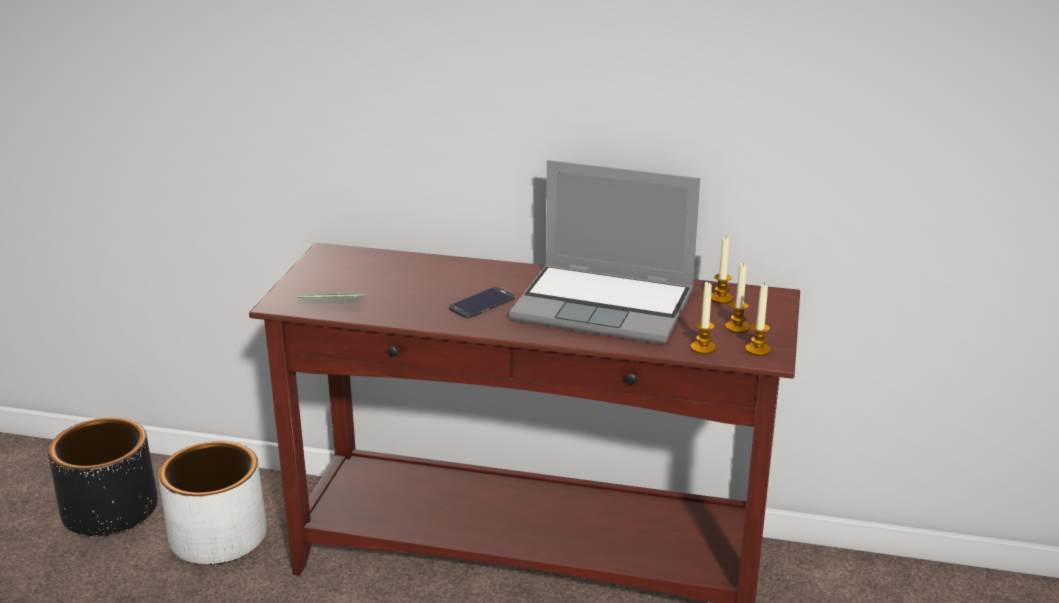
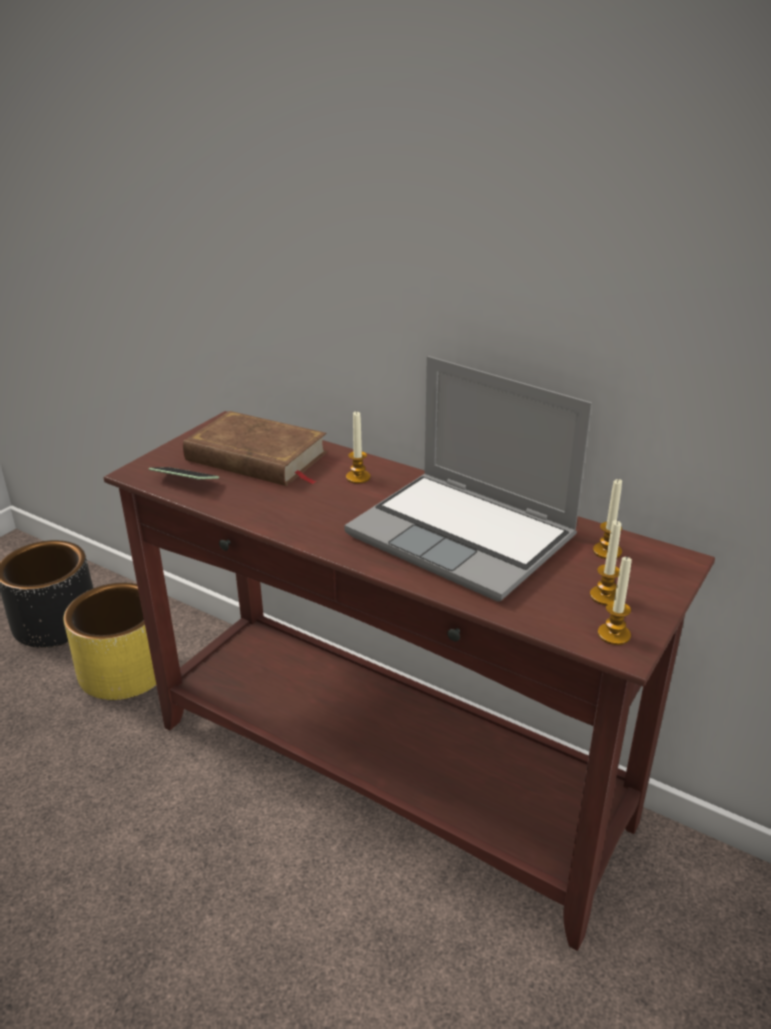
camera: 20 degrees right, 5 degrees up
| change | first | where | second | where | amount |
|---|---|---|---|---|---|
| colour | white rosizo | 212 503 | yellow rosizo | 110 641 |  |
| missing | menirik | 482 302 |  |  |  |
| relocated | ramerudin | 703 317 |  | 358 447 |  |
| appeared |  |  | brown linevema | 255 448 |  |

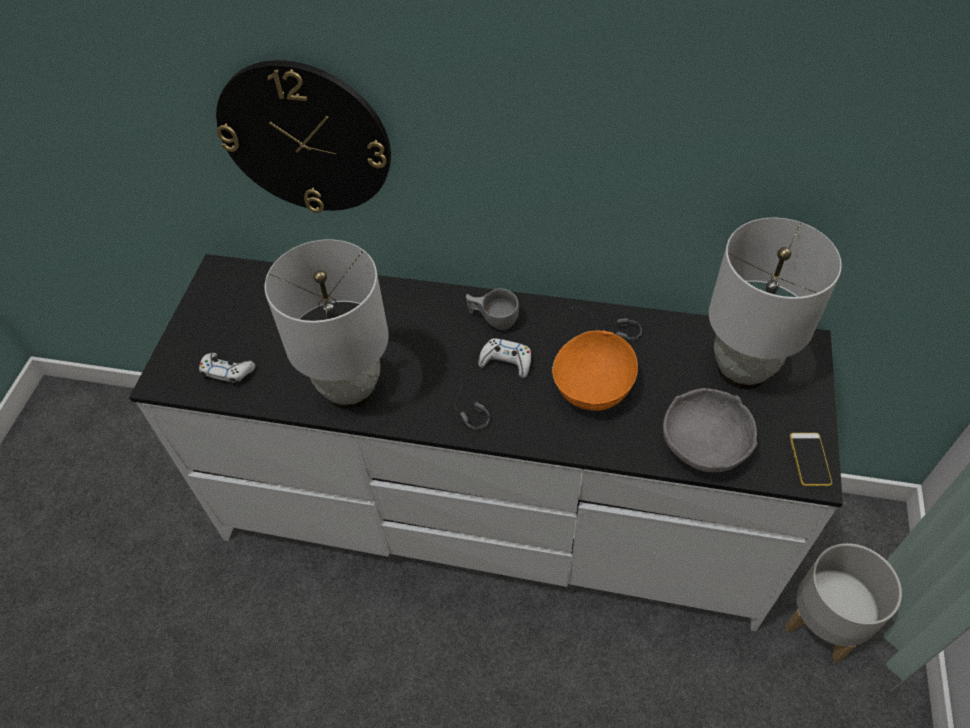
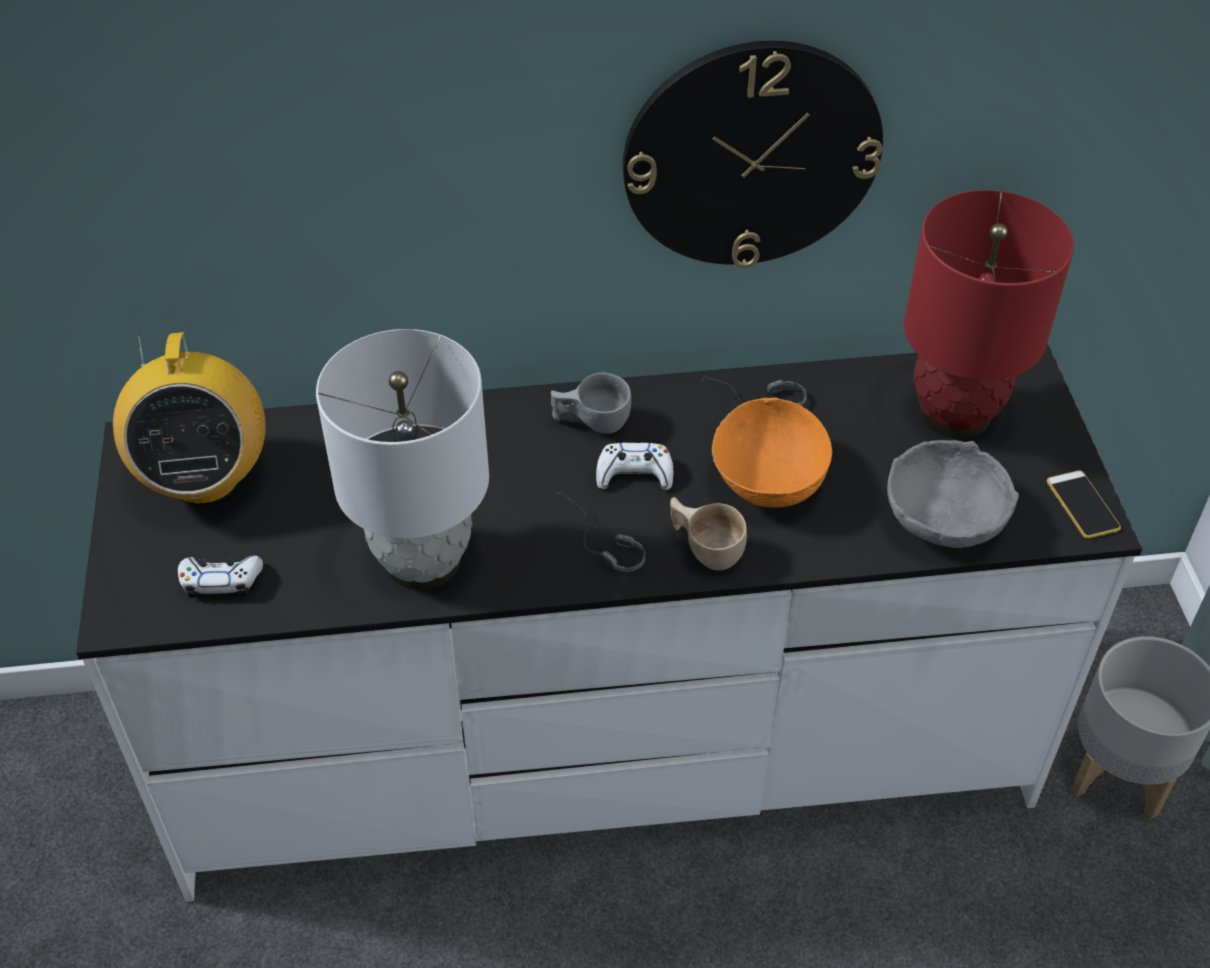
camera: 20 degrees left, 5 degrees down
| change | first | where | second | where | amount |
|---|---|---|---|---|---|
| relocated | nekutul | 303 136 |  | 753 154 |  |
| colour | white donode | 775 303 | red donode | 989 314 |  |
| appeared |  |  | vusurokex | 189 418 |  |
| appeared |  |  | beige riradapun | 708 534 |  |

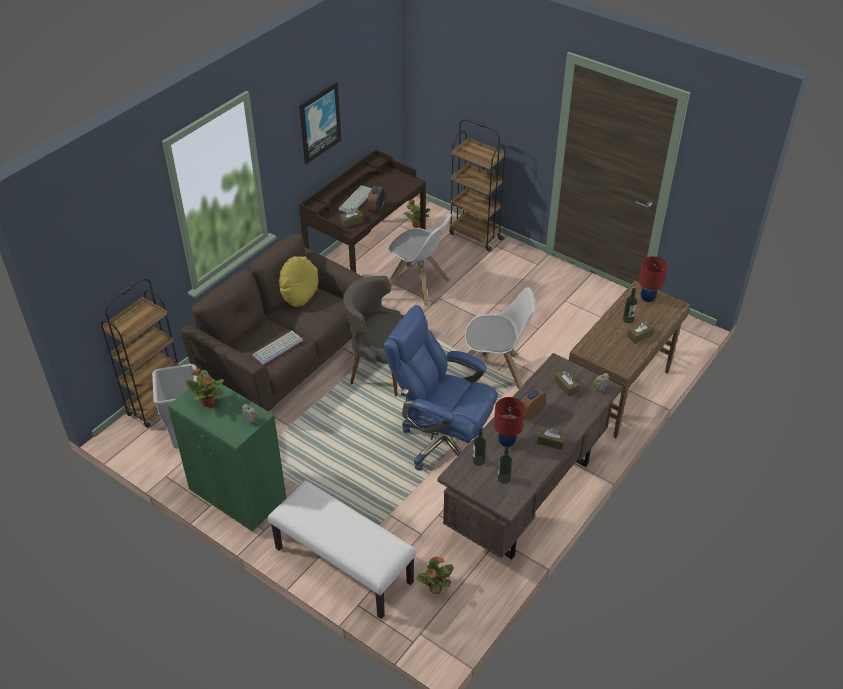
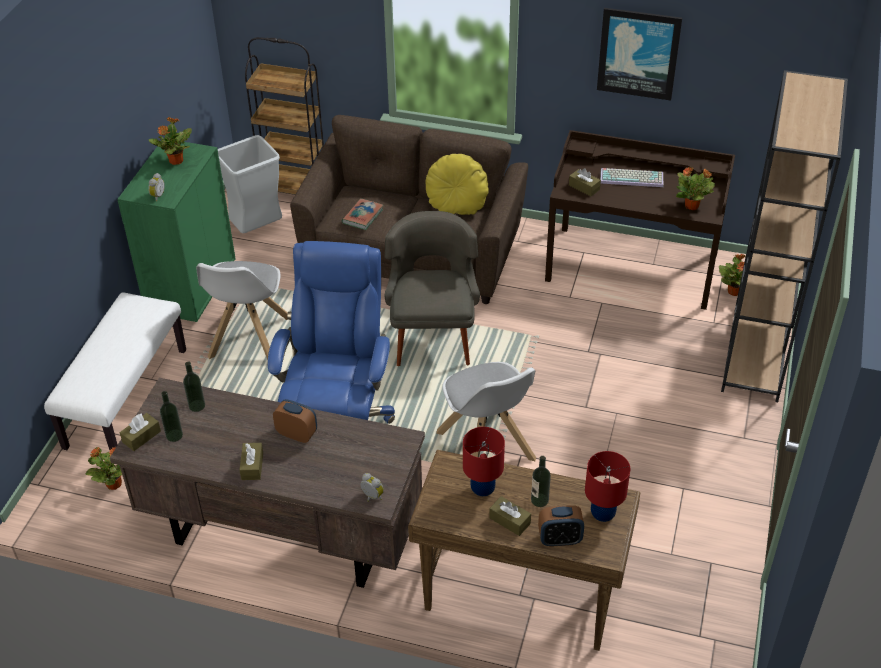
camera: 70 degrees right, 0 degrees up
| change | first | where | second | where | amount |
|---|---|---|---|---|---|
| exchanged | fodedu | 277 348 | linevema | 362 214 |  |
| relocated | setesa | 376 199 |  | 561 526 |  |
| relocated | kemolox | 420 259 |  | 242 310 |  |
| exchanged | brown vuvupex | 477 185 | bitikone | 784 236 |  |
| relocated | red donode | 509 422 |  | 484 461 |  |
| relocated | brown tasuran | 567 383 |  | 140 432 |  |
| appeared |  |  | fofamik | 695 188 |  |

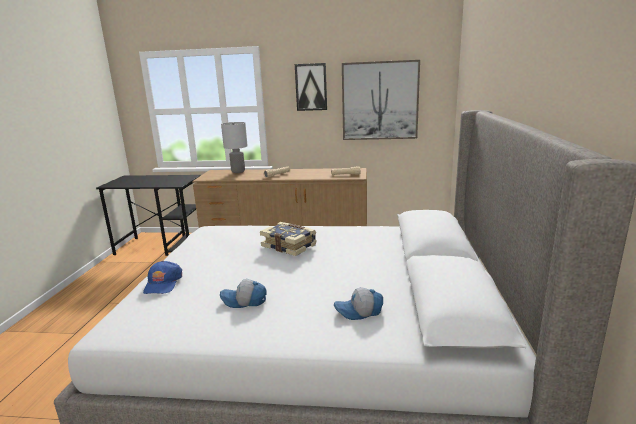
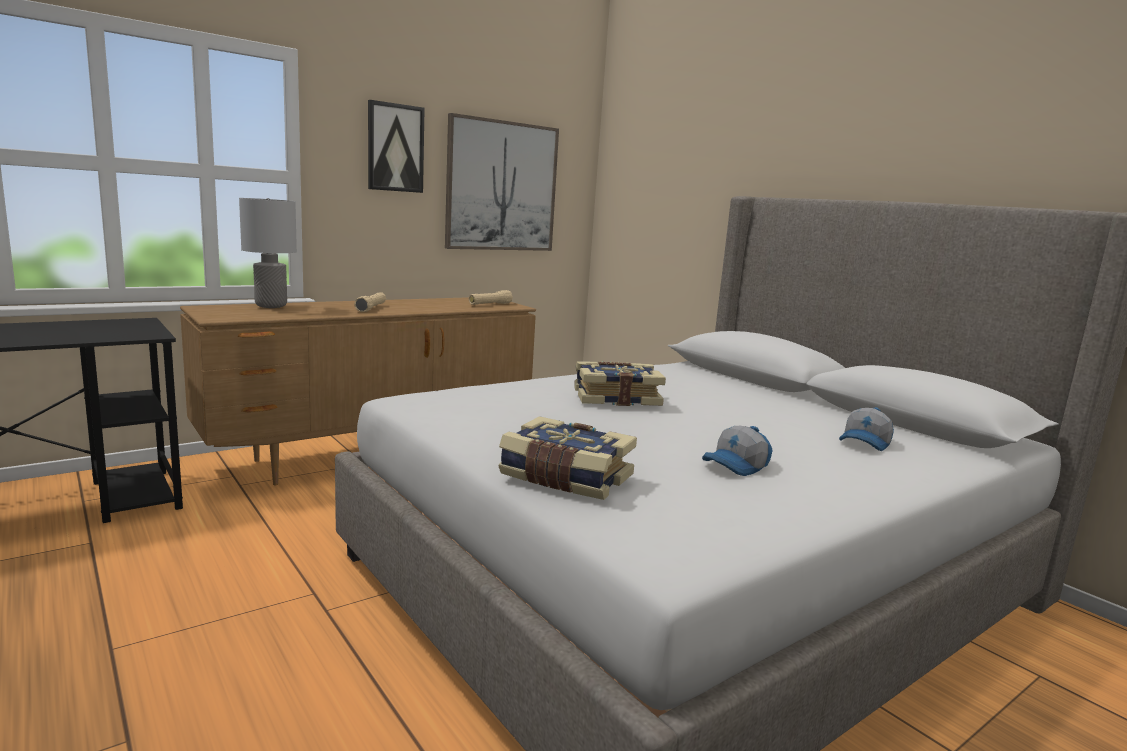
camera: 45 degrees left, 5 degrees down
| change | first | where | second | where | amount |
|---|---|---|---|---|---|
| exchanged | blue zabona | 162 277 | linevema | 567 458 |  |

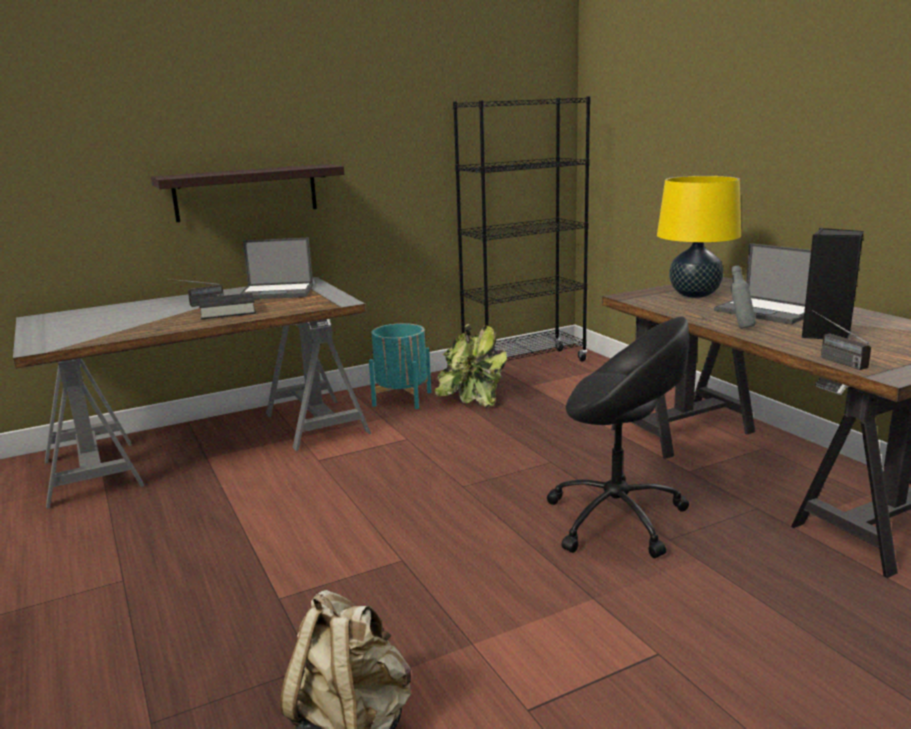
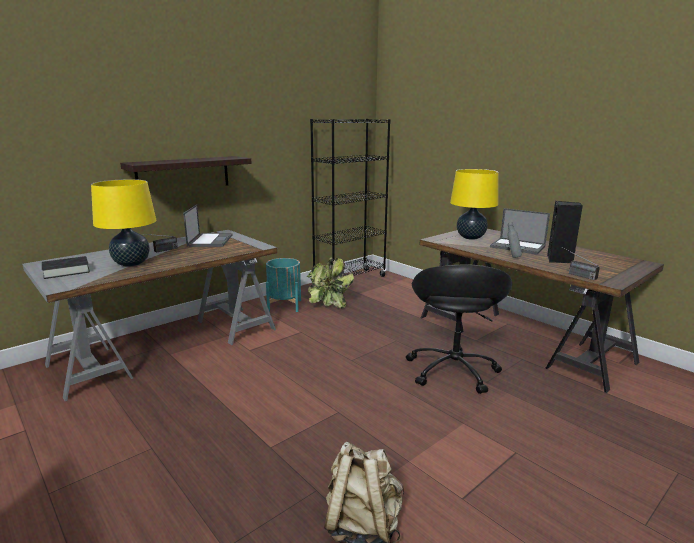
camera: 15 degrees left, 0 degrees up
| change | first | where | second | where | amount |
|---|---|---|---|---|---|
| relocated | black linevema | 227 306 |  | 66 267 |  |
| spun | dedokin | 276 268 |  | 207 225 | 75 degrees counterclockwise |
| spun | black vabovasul | 618 437 |  | 459 329 | 90 degrees clockwise |
| appeared |  |  | yellow donode | 123 223 |  |

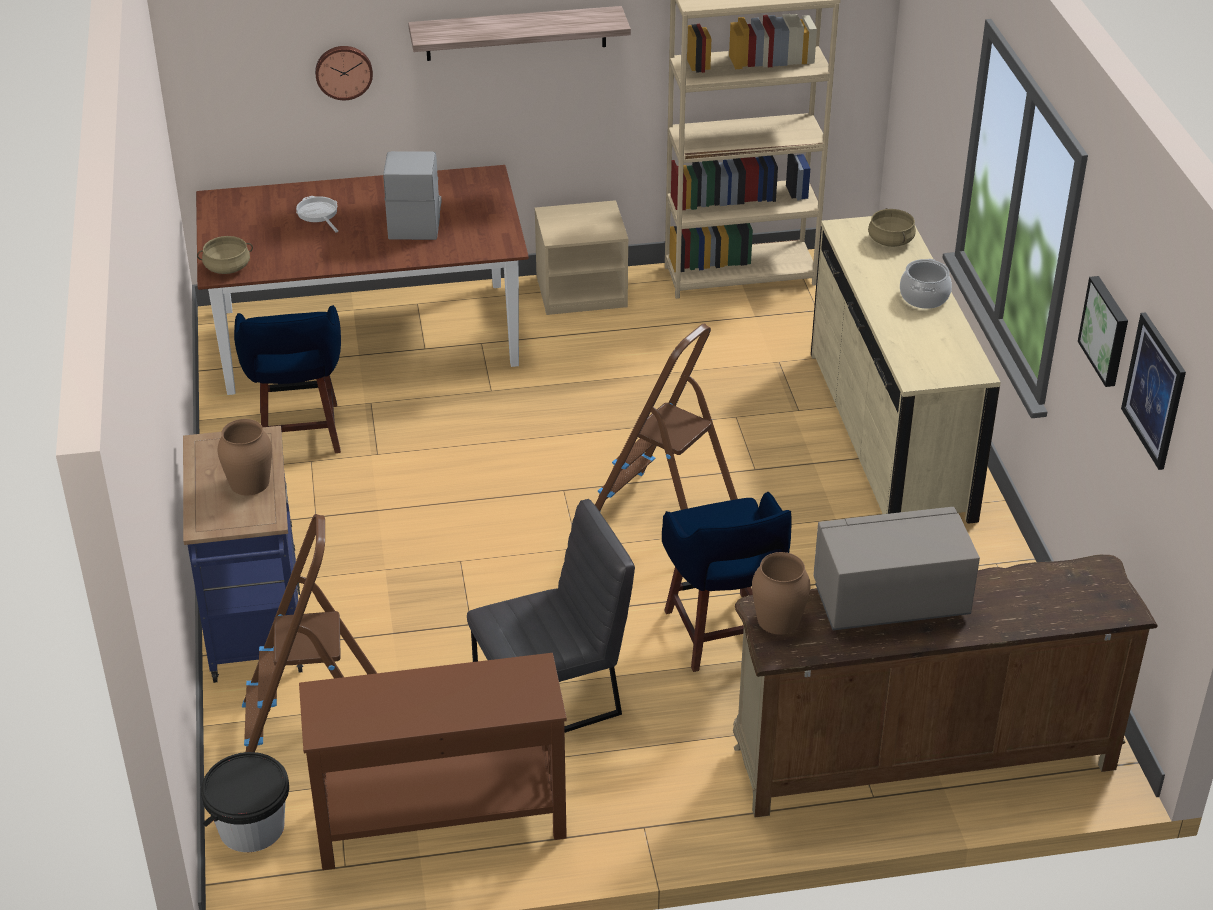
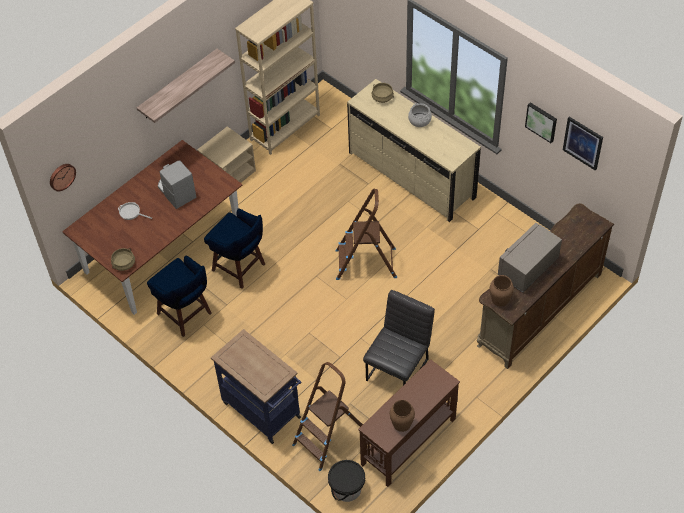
camera: 35 degrees left, 15 degrees up
| change | first | where | second | where | amount |
|---|---|---|---|---|---|
| relocated | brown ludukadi | 245 457 |  | 402 416 |  |
| relocated | nekutul | 344 73 |  | 63 177 |  |
| relocated | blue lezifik | 726 582 |  | 234 248 |  |

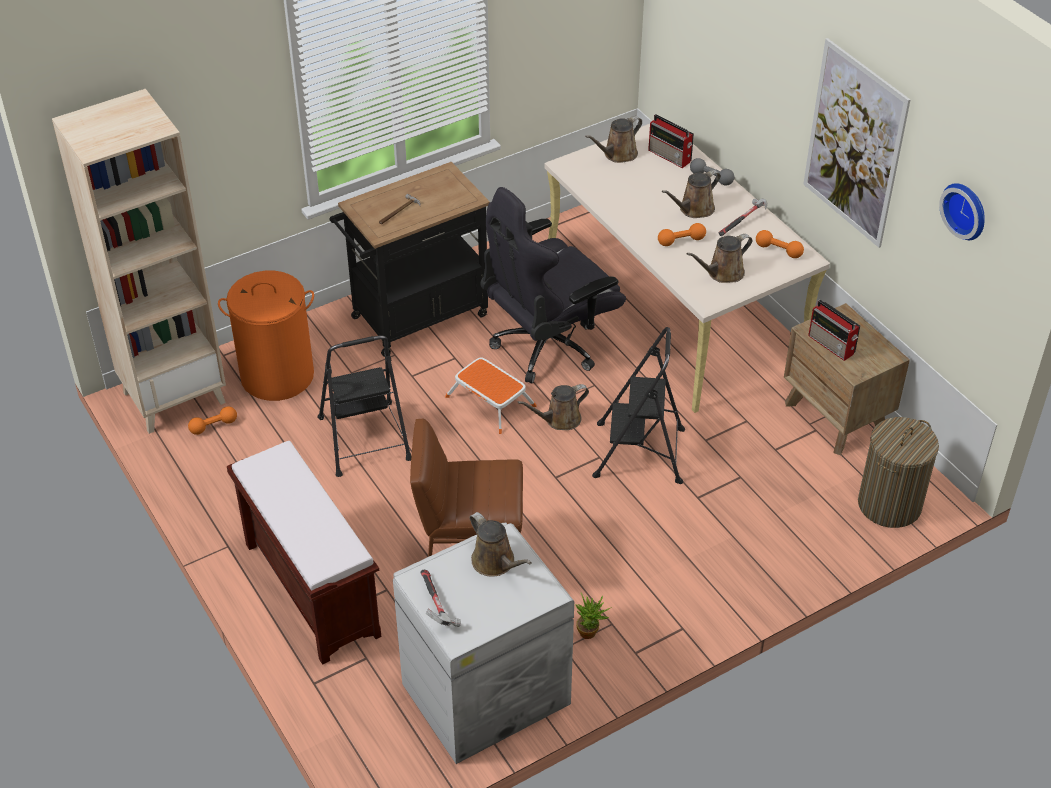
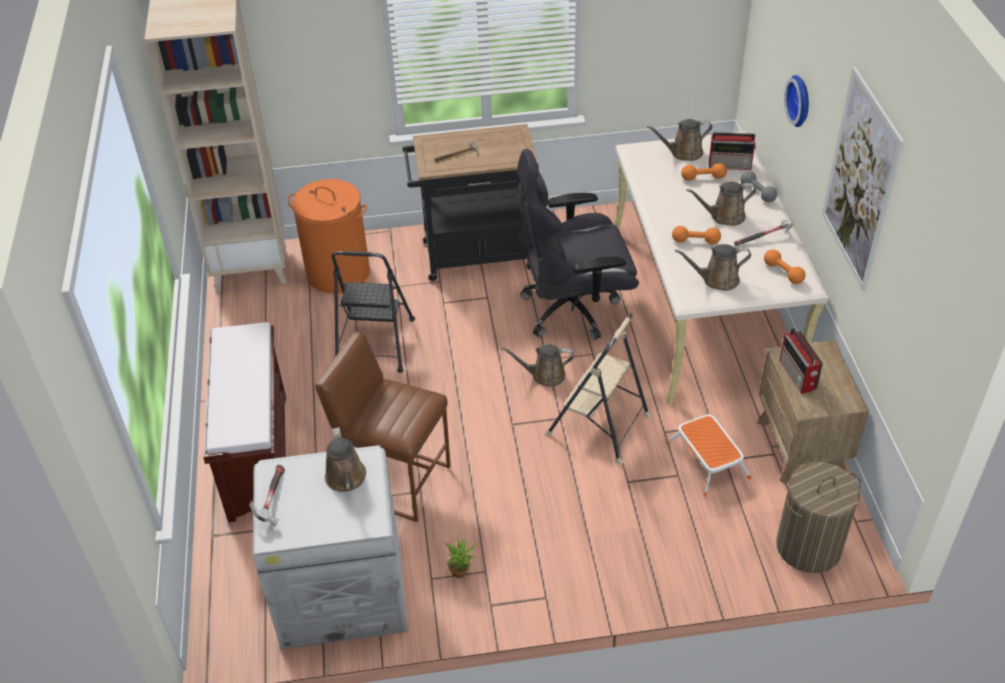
camera: 25 degrees right, 0 degrees up
| change | first | where | second | where | amount |
|---|---|---|---|---|---|
| relocated | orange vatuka | 212 420 |  | 704 172 |  |
| relocated | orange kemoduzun | 491 395 |  | 708 455 |  |
| colour | black kemoduzun | 638 405 | beige kemoduzun | 598 389 |  |
| spun | vusurokex | 671 141 |  | 732 151 | 60 degrees counterclockwise |
| relocated | nekutul | 962 211 |  | 796 101 |  |

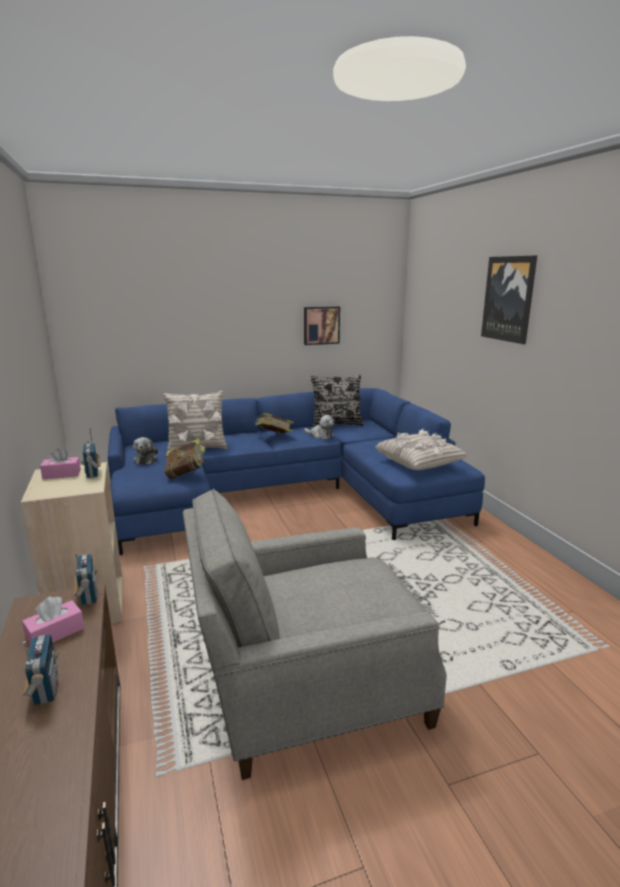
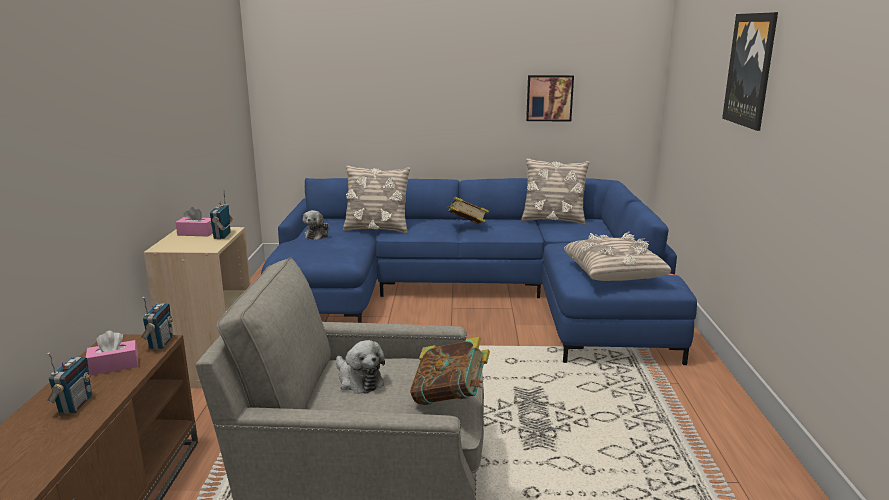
camera: 20 degrees right, 0 degrees up
| change | first | where | second | where | amount |
|---|---|---|---|---|---|
| relocated | linevema | 184 459 |  | 450 370 |  |
| relocated | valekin | 319 427 |  | 360 367 |  |
| colour | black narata | 337 401 | beige narata | 555 191 |  |

